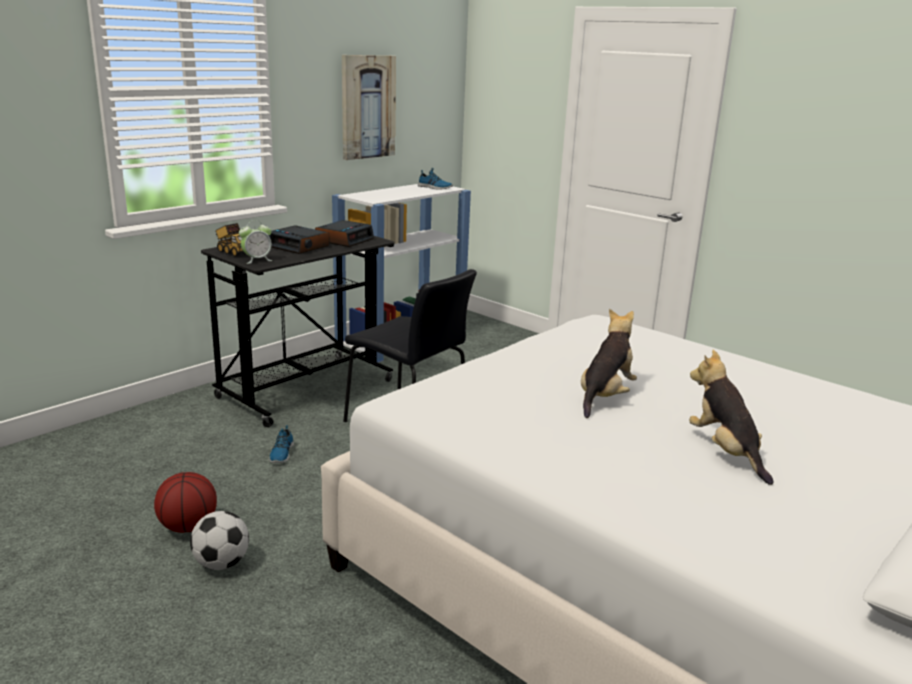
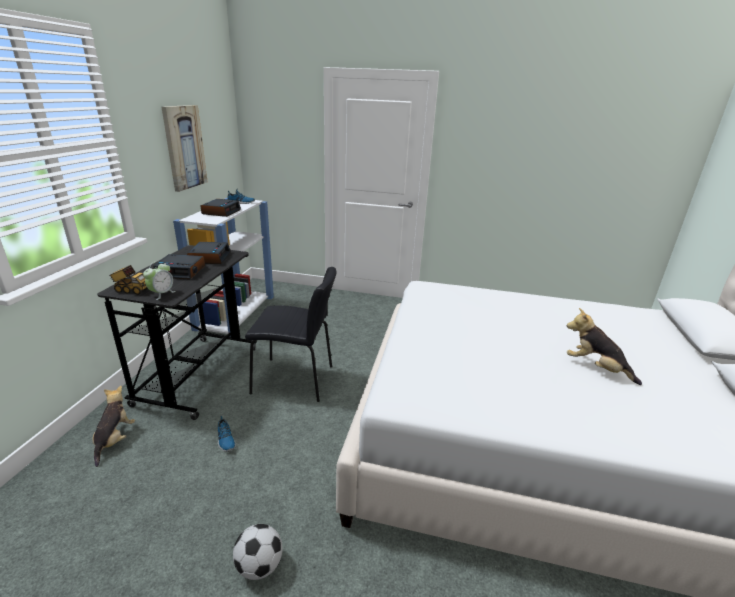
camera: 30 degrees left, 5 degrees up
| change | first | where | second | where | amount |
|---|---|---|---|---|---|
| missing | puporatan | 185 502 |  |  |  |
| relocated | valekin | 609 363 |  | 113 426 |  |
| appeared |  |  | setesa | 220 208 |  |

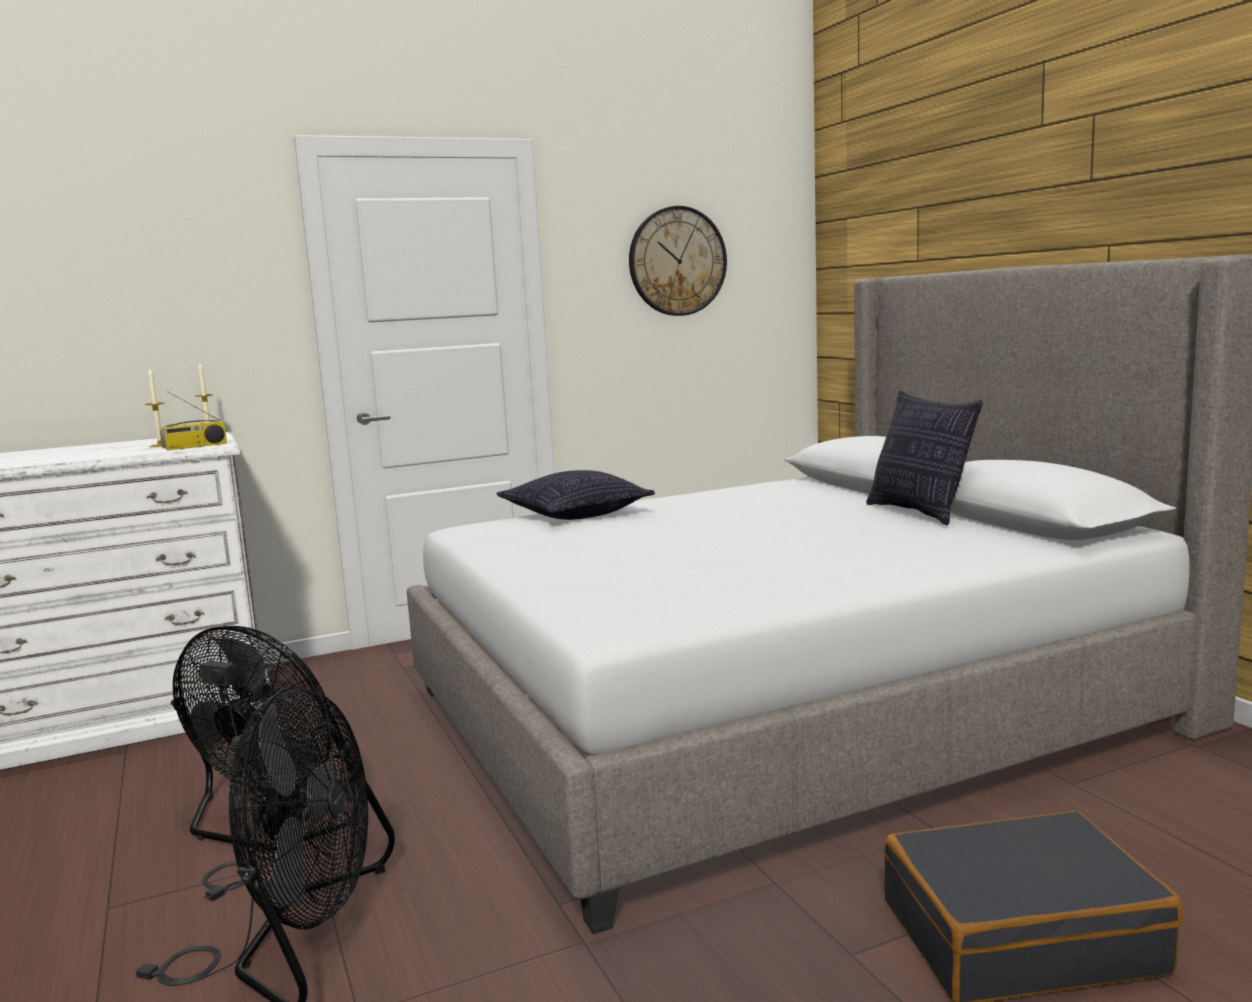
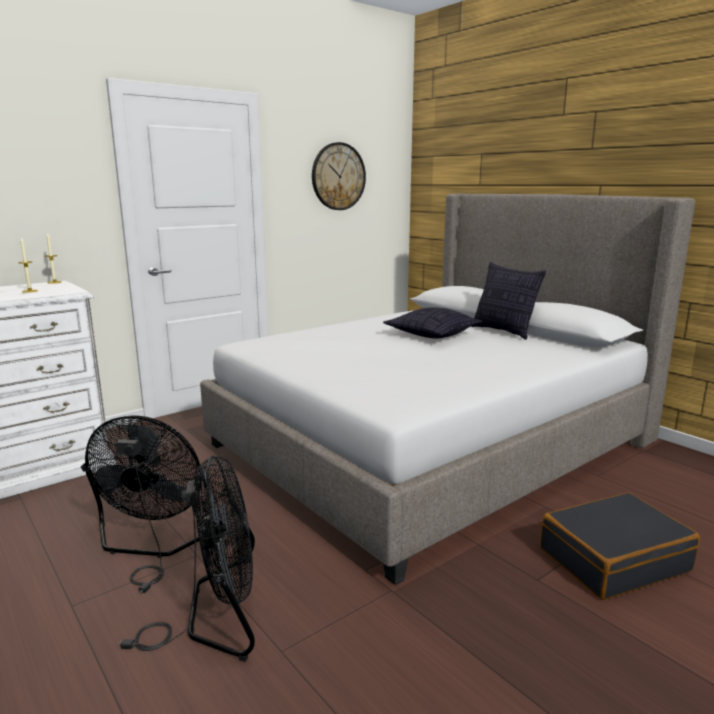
camera: 15 degrees left, 5 degrees up
| change | first | where | second | where | amount |
|---|---|---|---|---|---|
| missing | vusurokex | 193 420 |  |  |  |
| relocated | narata | 575 495 |  | 432 322 |  |

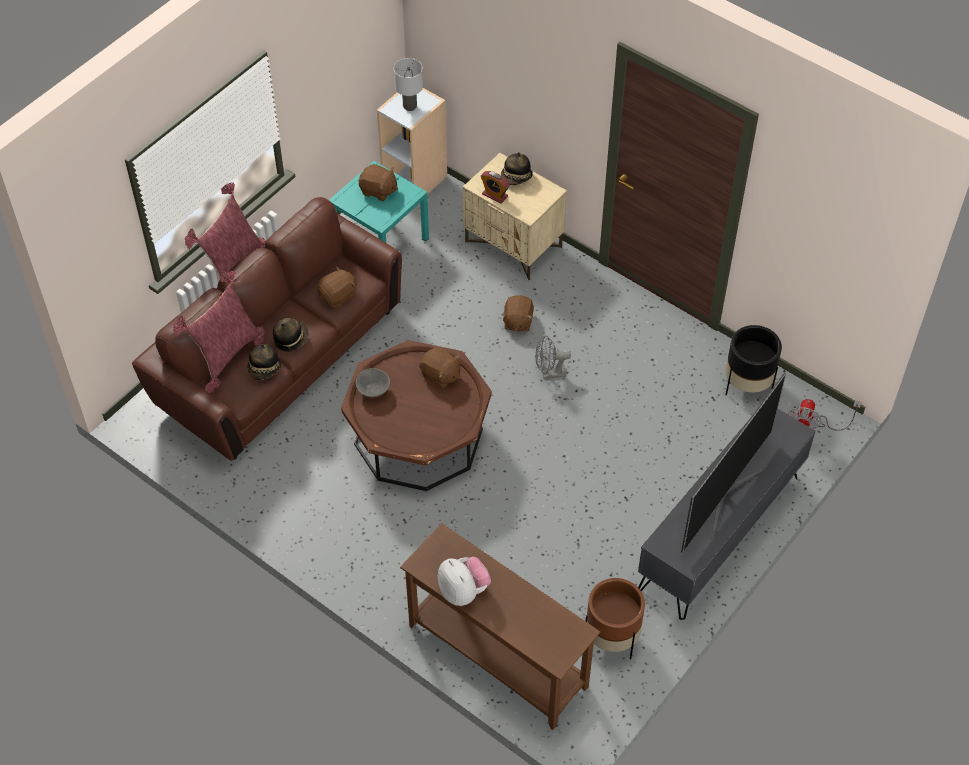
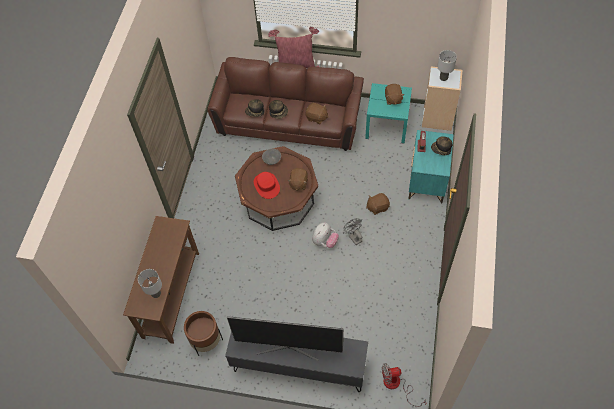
camera: 65 degrees right, 5 degrees up
| change | first | where | second | where | amount |
|---|---|---|---|---|---|
| missing | red narata | 219 331 |  |  |  |
| relocated | valekin | 464 581 |  | 325 235 |  |
| colour | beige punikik | 515 216 | turquoise punikik | 431 167 |  |
| missing | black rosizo | 753 360 |  |  |  |
| appeared |  |  | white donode | 150 283 |  |
| appeared |  |  | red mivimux | 267 185 |  |

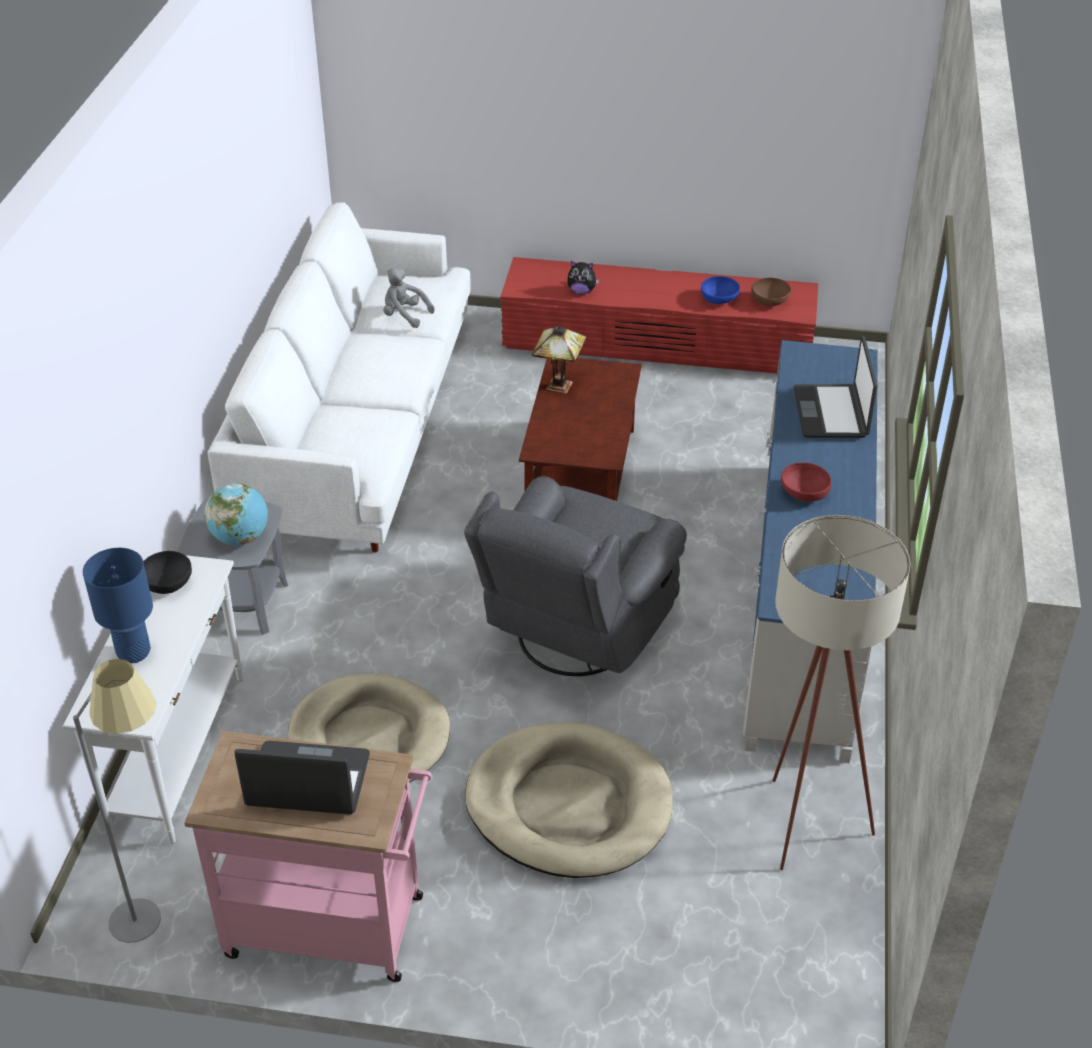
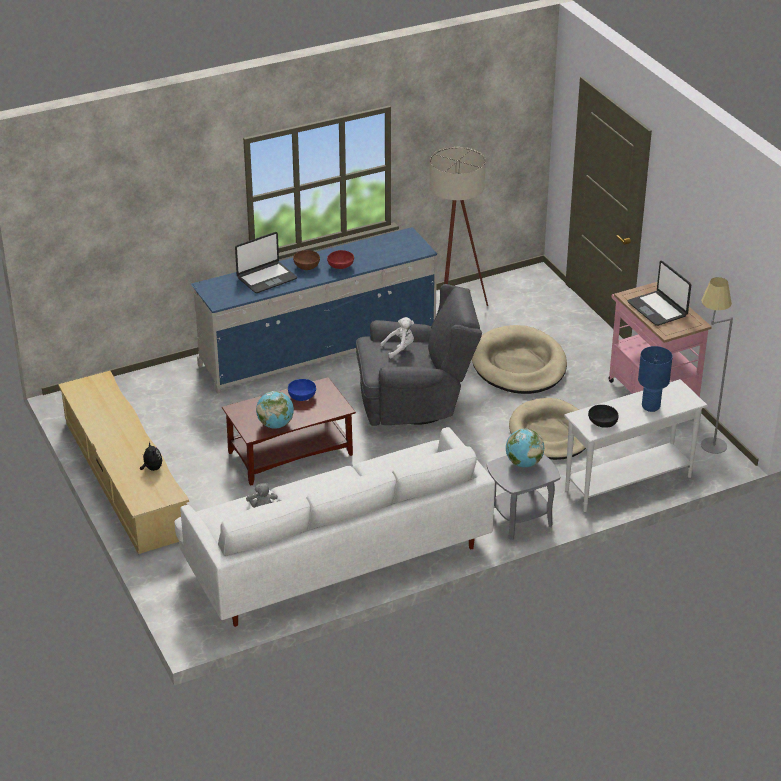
camera: 125 degrees left, 5 degrees down
| change | first | where | second | where | amount |
|---|---|---|---|---|---|
| colour | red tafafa | 659 315 | beige tafafa | 123 462 |  |
| exchanged | donode | 559 360 | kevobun | 275 410 |  |
| relocated | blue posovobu | 720 290 |  | 302 390 |  |
| relocated | brown posovobu | 771 292 |  | 306 260 |  |
| appeared |  |  | white valekin | 397 338 |  |

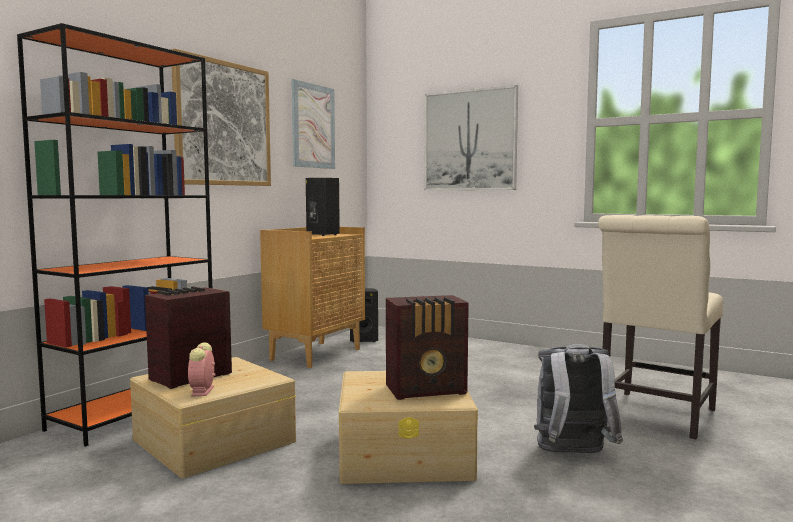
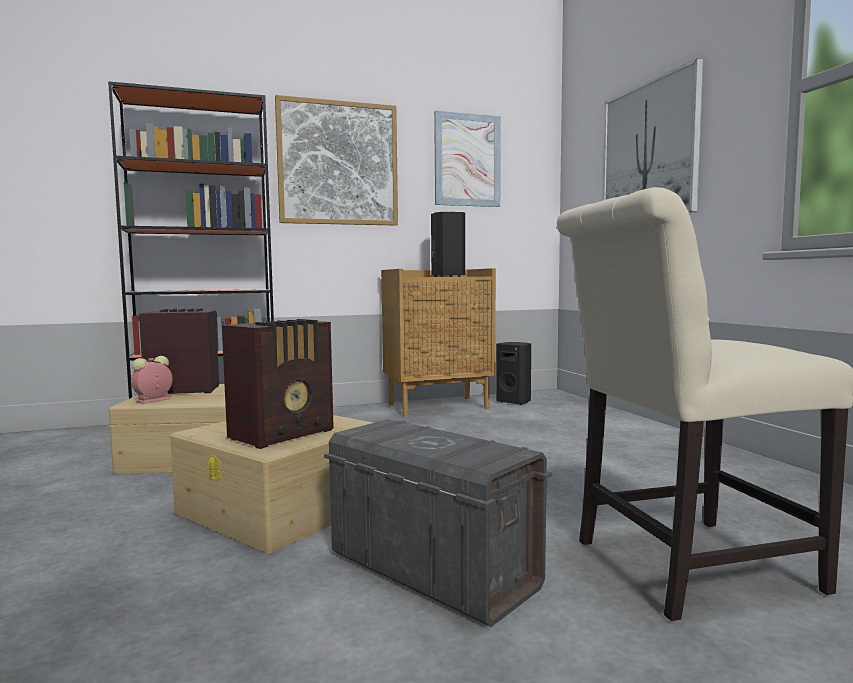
camera: 40 degrees right, 0 degrees up
| change | first | where | second | where | amount |
|---|---|---|---|---|---|
| spun | vusurokex | 427 347 |  | 278 384 | 75 degrees counterclockwise |
| exchanged | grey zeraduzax | 578 398 | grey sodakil | 438 523 |  |

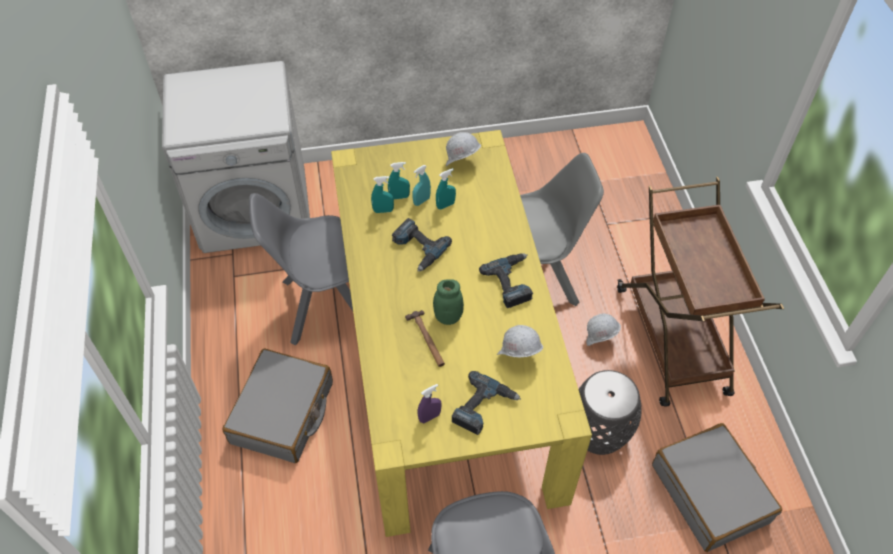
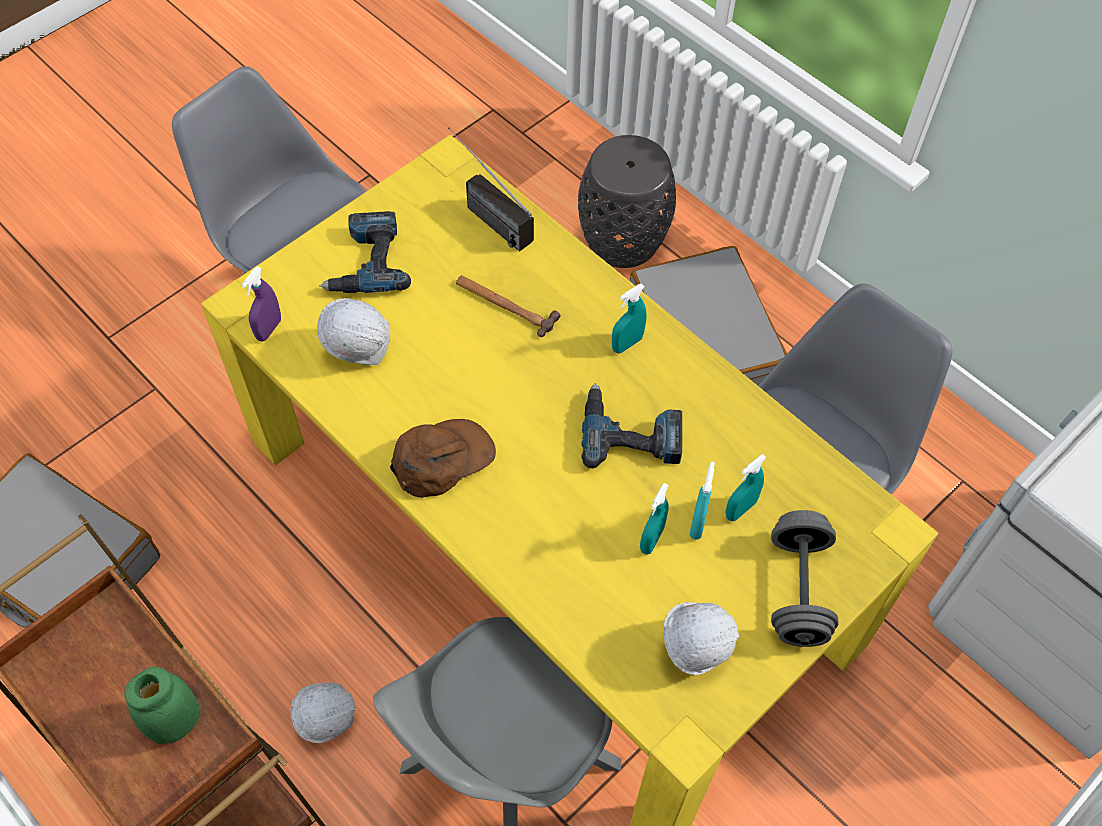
camera: 145 degrees right, 5 degrees up
| change | first | where | second | where | amount |
|---|---|---|---|---|---|
| relocated | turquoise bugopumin | 382 194 |  | 629 318 |  |
| relocated | purple bugopumin | 430 403 |  | 261 303 |  |
| relocated | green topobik | 448 302 |  | 161 705 |  |
| exchanged | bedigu | 506 280 | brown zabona | 443 458 |  |
| relocated | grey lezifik | 609 412 |  | 627 201 |  |
| appeared |  |  | vusurokex | 491 190 |  |
| appeared |  |  | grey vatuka | 804 578 |  |

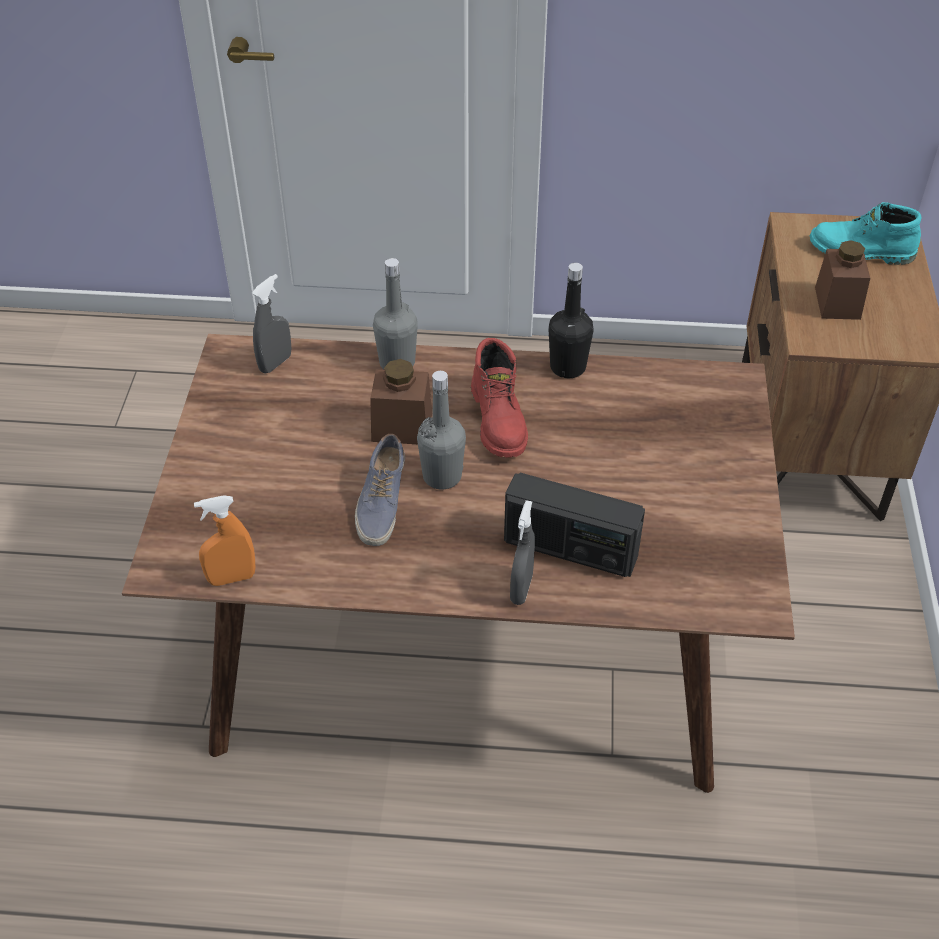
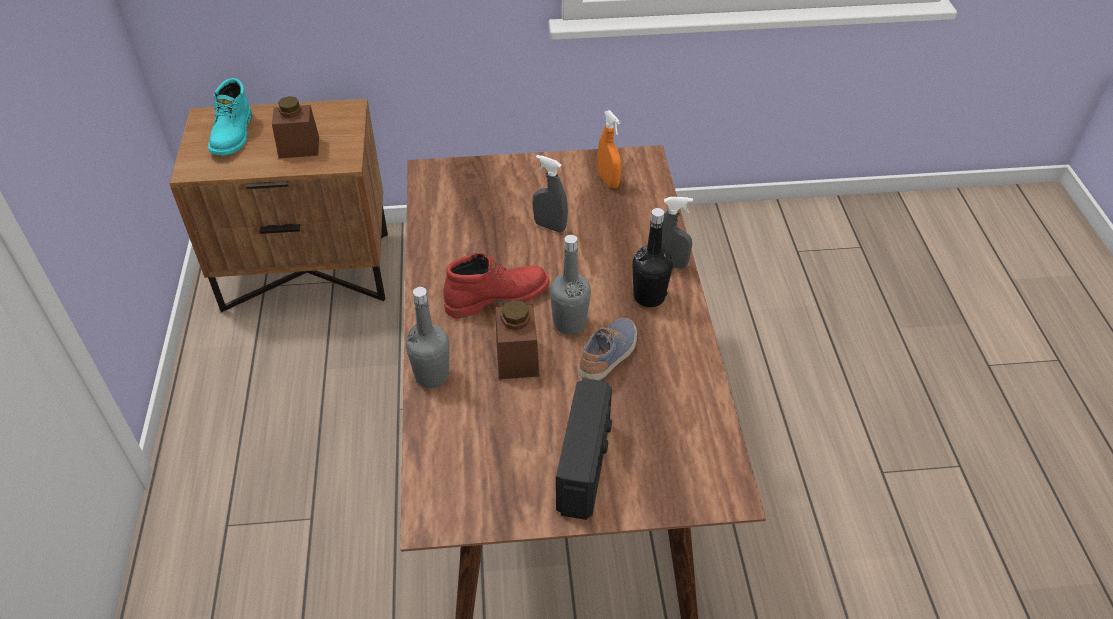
camera: 100 degrees left, 0 degrees up
| change | first | where | second | where | amount |
|---|---|---|---|---|---|
| relocated | orange bugopumin | 224 540 |  | 609 149 |  |
| relocated | grey bugopumin | 272 324 |  | 550 194 |  |
| spun | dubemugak | 380 490 |  | 607 349 | 60 degrees counterclockwise |
| relocated | vusurokex | 574 525 |  | 584 449 |  |
| relocated | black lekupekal | 570 320 |  | 652 257 |  |

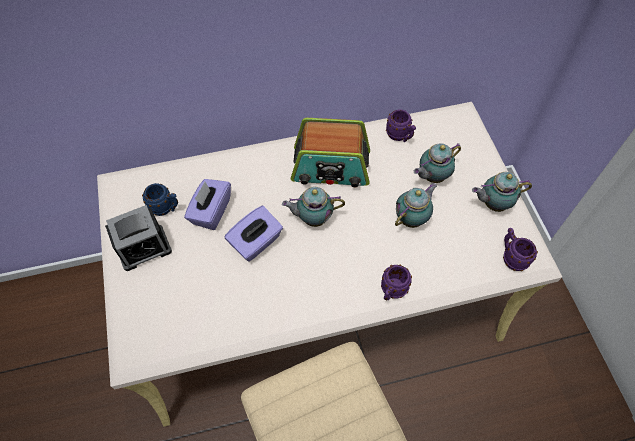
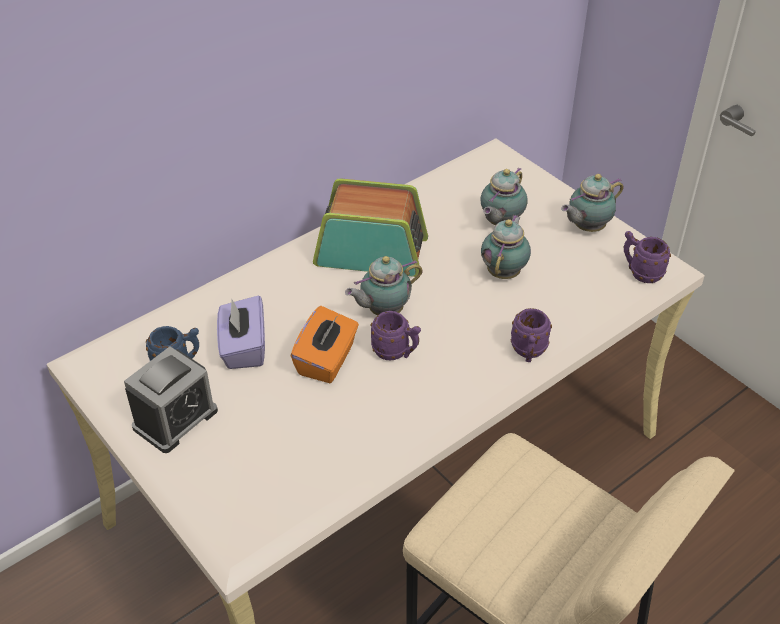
camera: 25 degrees left, 15 degrees down
| change | first | where | second | where | amount |
|---|---|---|---|---|---|
| colour | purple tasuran | 253 234 | orange tasuran | 325 344 |  |
| spun | vusurokex | 330 152 |  | 370 227 | 150 degrees counterclockwise |
| relocated | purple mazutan | 401 125 |  | 395 336 |  |

